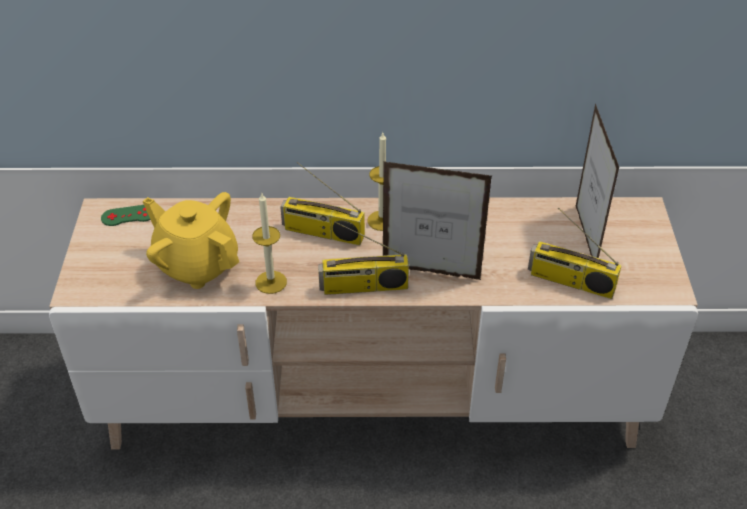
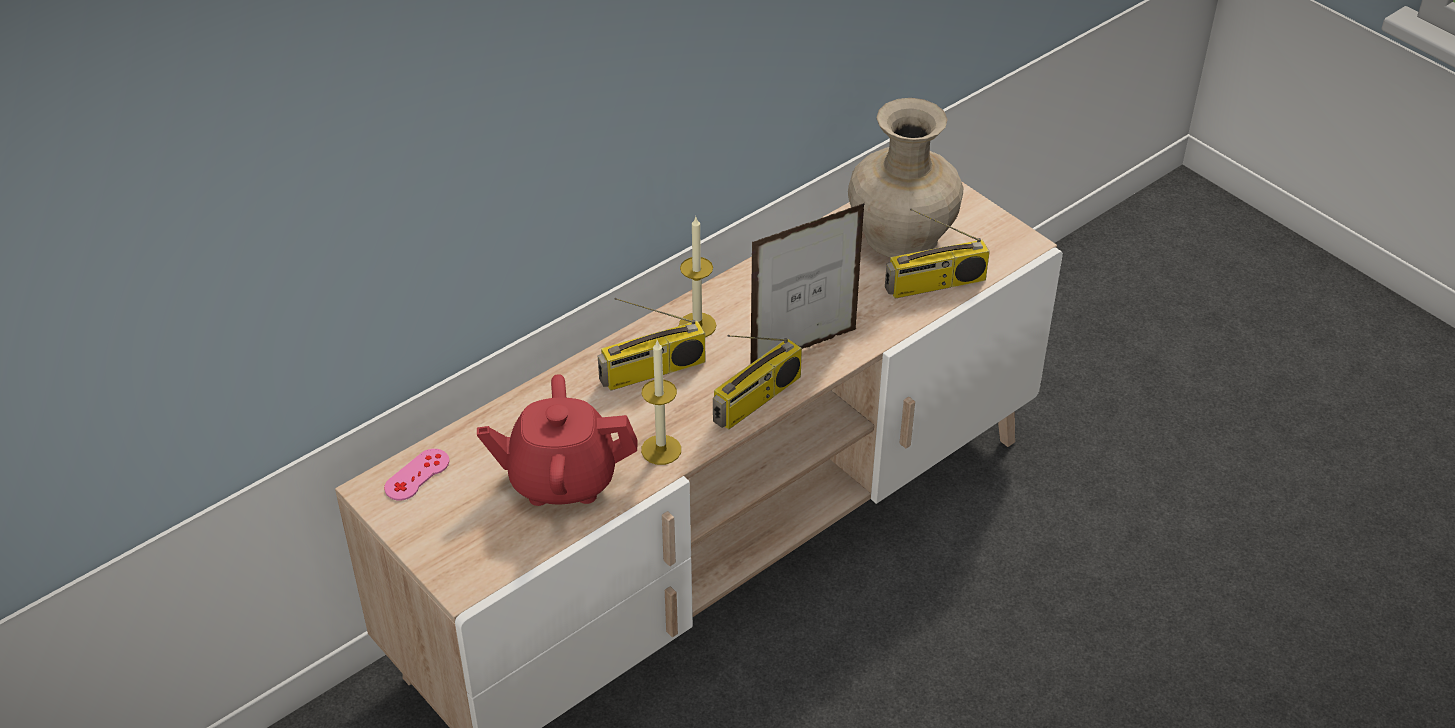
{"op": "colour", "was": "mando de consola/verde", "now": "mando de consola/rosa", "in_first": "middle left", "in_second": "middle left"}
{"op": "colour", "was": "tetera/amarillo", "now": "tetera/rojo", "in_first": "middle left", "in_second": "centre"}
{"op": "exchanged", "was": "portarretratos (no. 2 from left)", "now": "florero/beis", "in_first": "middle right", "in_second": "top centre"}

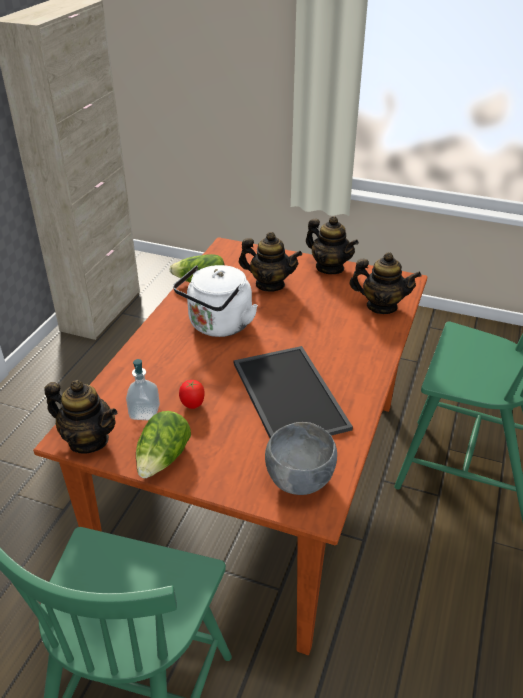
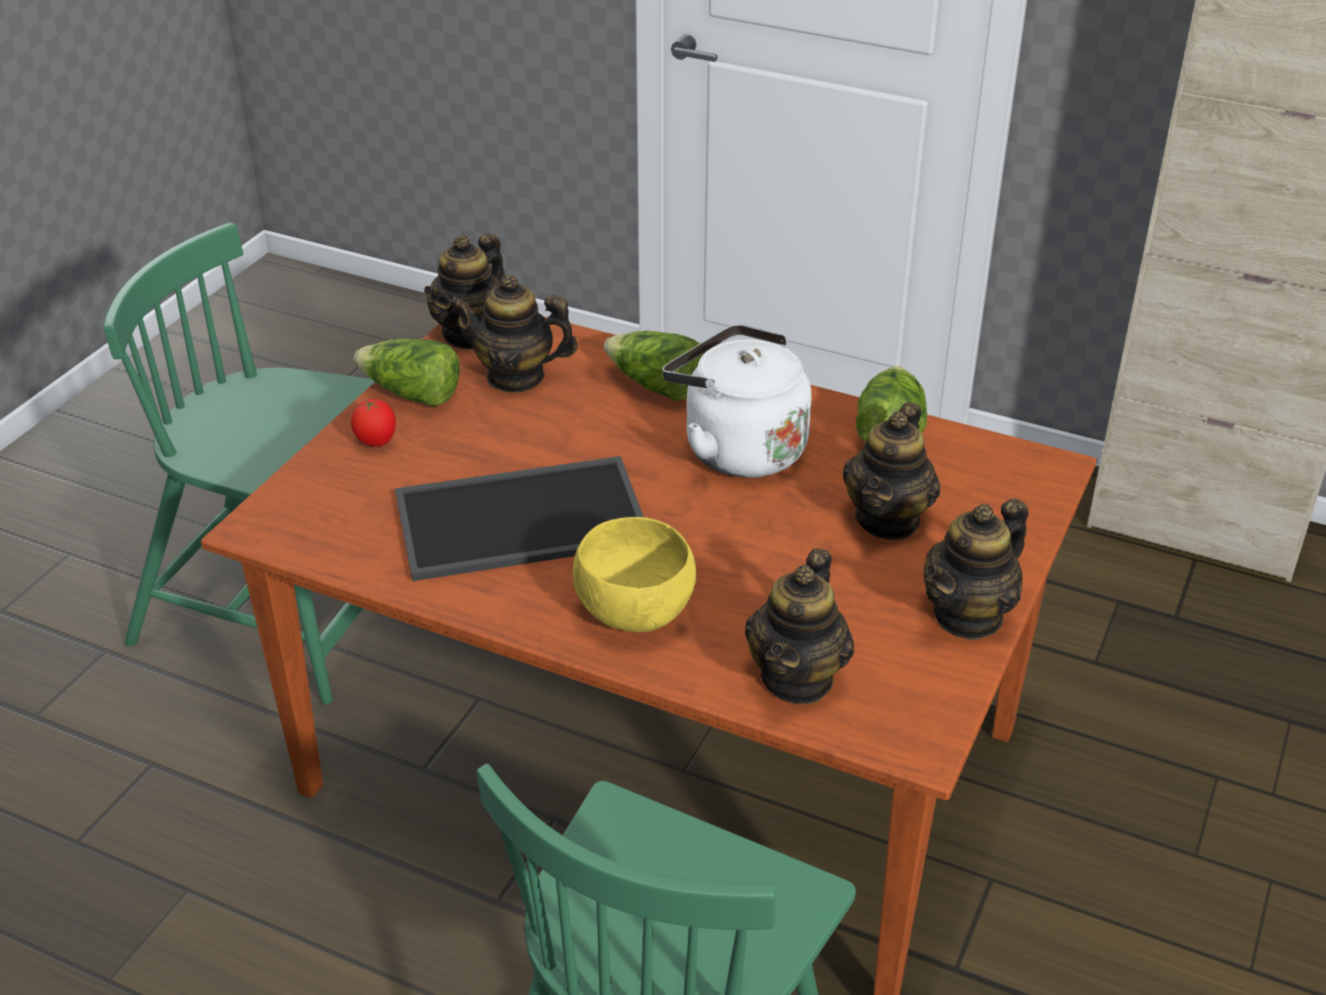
{"op": "relocated", "was": "tomate", "in_first": "centre", "in_second": "middle left"}
{"op": "exchanged", "was": "dispensador de jabón", "now": "tetera (no. 2 from left)", "in_first": "middle left", "in_second": "centre"}
{"op": "appeared", "now": "cuenco/amarillo", "in_second": "centre"}
{"op": "appeared", "now": "lechuga (no. 2 from left)", "in_second": "centre"}
{"op": "missing", "was": "cuenco/gris", "in_first": "centre"}

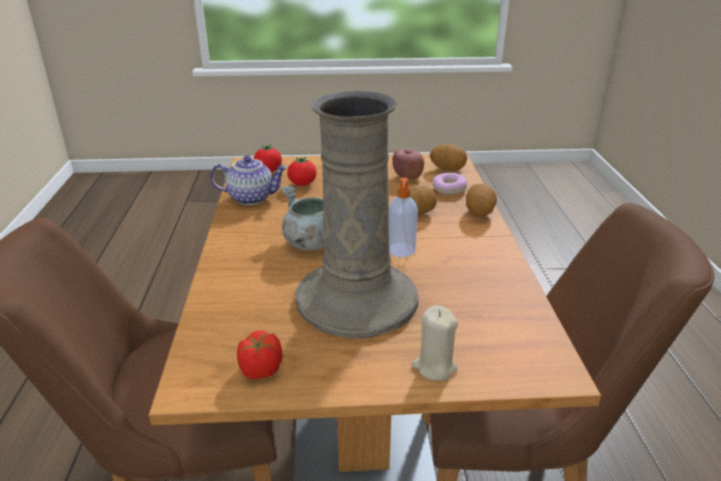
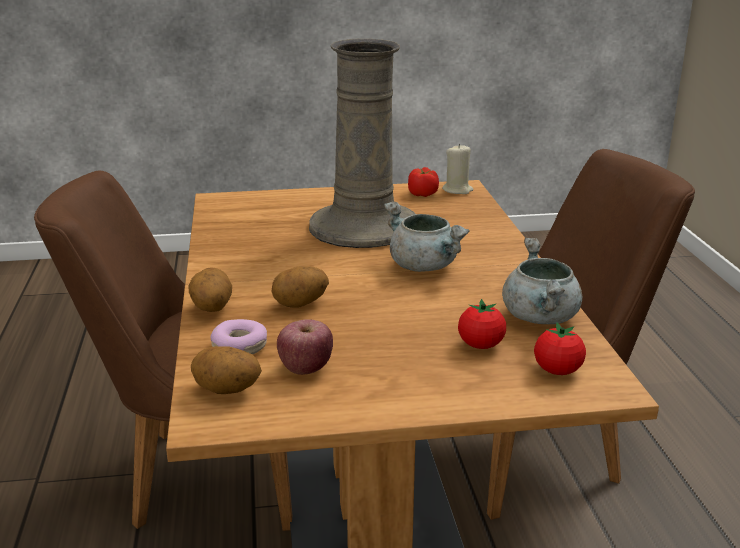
{"op": "relocated", "was": "vela/beis", "in_first": "bottom centre", "in_second": "top centre"}
{"op": "exchanged", "was": "tetera", "now": "olla/gris (no. 2 from left)", "in_first": "centre", "in_second": "middle right"}
{"op": "missing", "was": "dispensador de jabón", "in_first": "centre"}

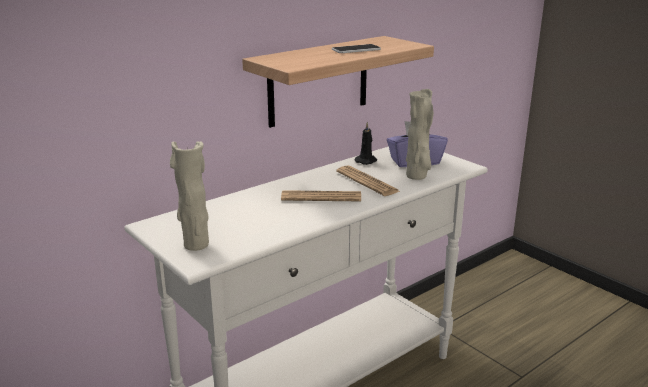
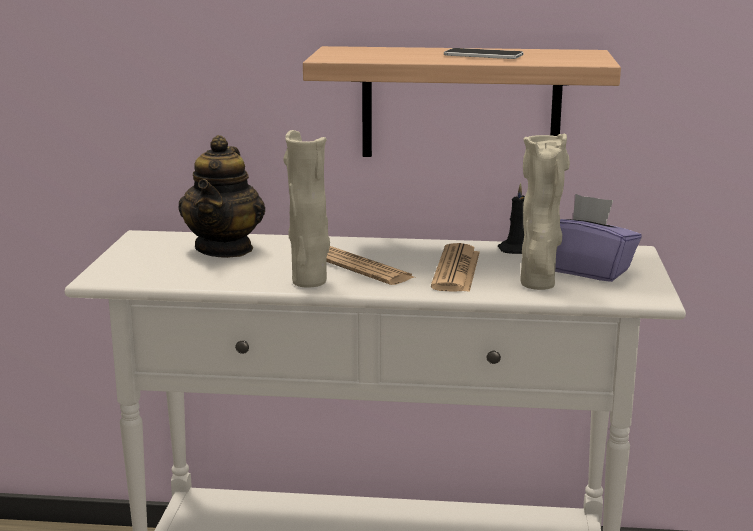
{"op": "appeared", "now": "tetera", "in_second": "middle left"}
{"op": "relocated", "was": "florero/beis (no. 1 from left)", "in_first": "middle left", "in_second": "centre"}

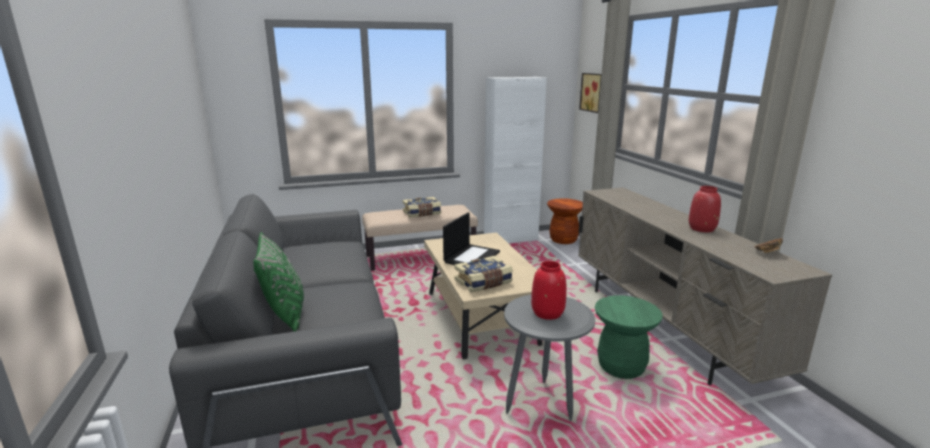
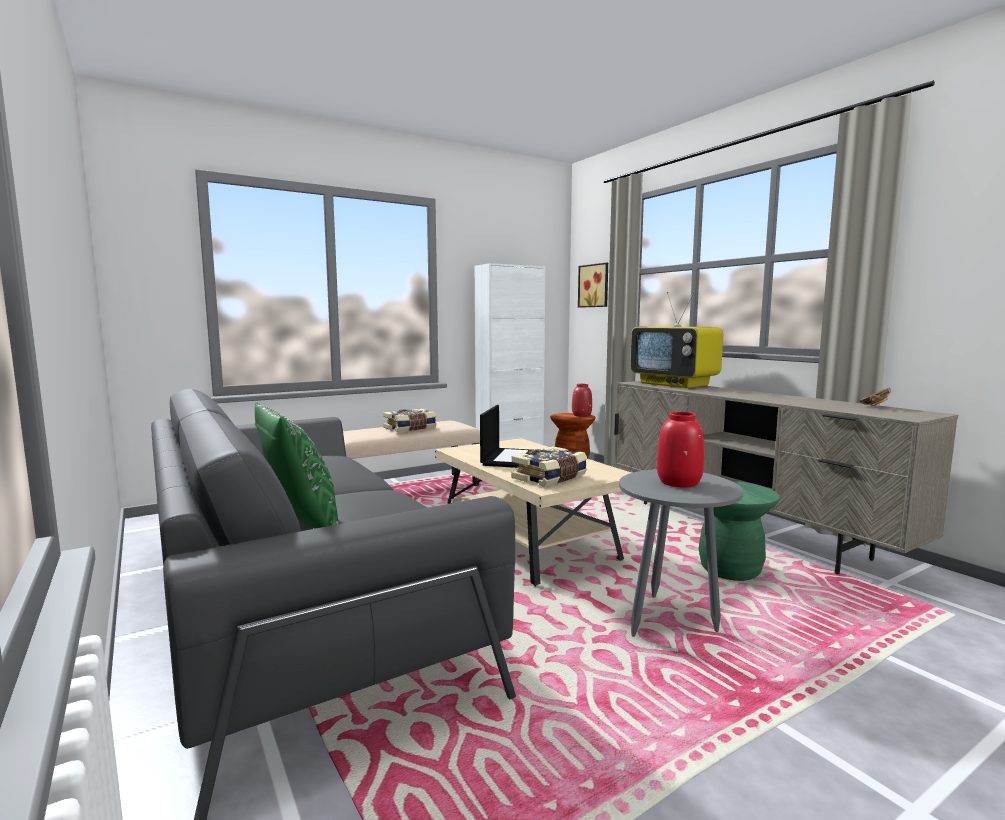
{"op": "relocated", "was": "florero/rojo (no. 2 from left in the first image)", "now": "florero/rojo (no. 1 from left)", "in_first": "middle right", "in_second": "centre"}
{"op": "appeared", "now": "televisor", "in_second": "middle right"}

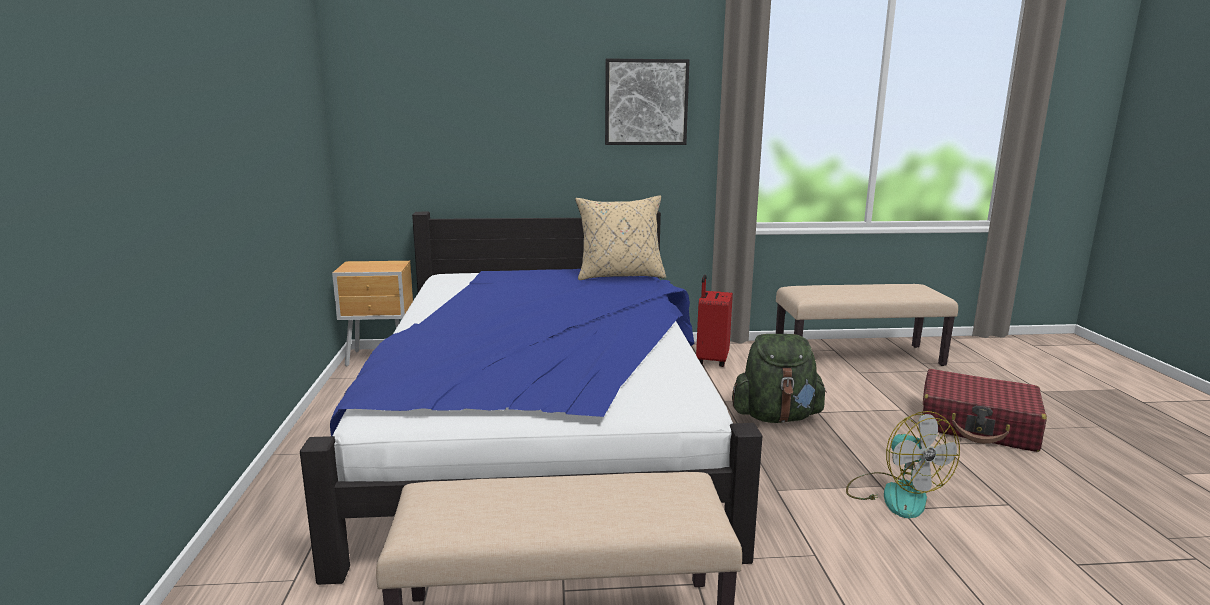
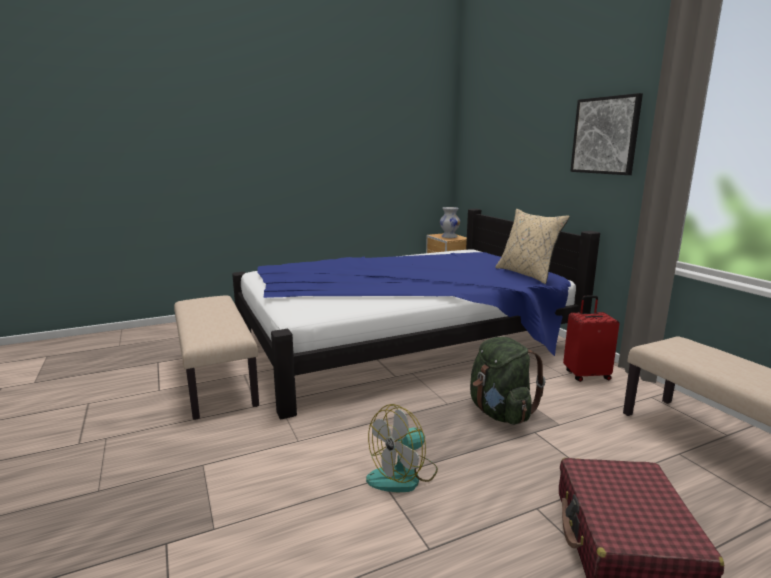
{"op": "appeared", "now": "florero/blanco", "in_second": "centre"}

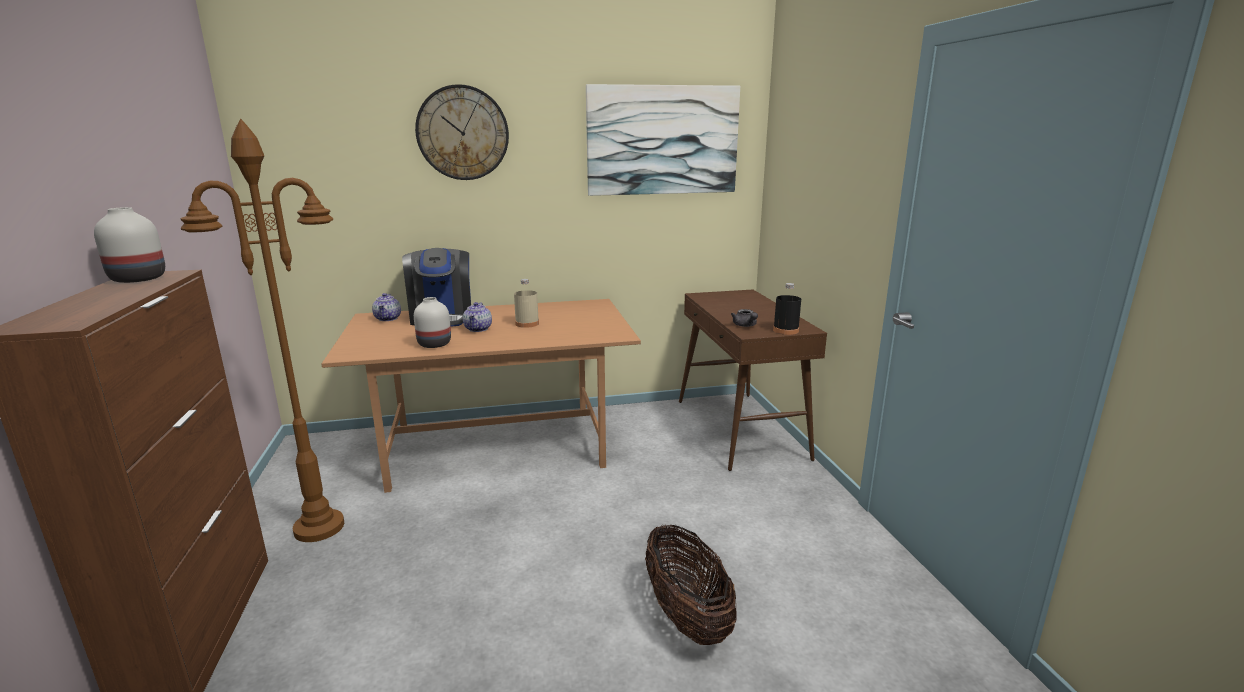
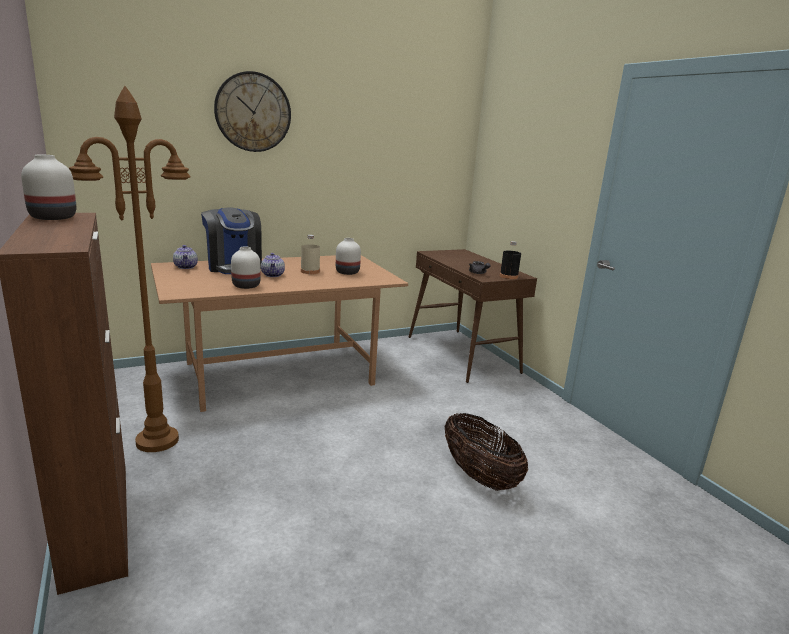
{"op": "appeared", "now": "florero/blanco (no. 3 from left)", "in_second": "centre"}
{"op": "missing", "was": "cuadro", "in_first": "top centre"}

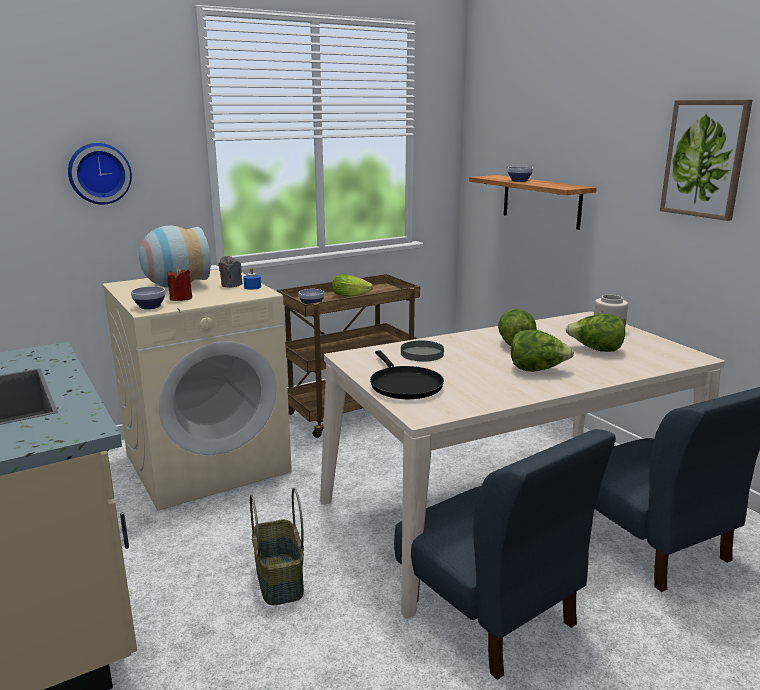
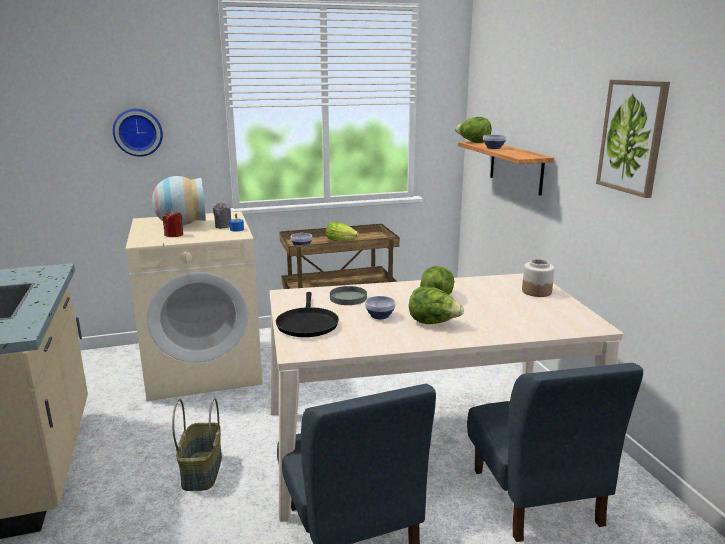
{"op": "relocated", "was": "cuenco (no. 1 from left in the first image)", "now": "cuenco (no. 2 from left)", "in_first": "middle left", "in_second": "centre"}
{"op": "relocated", "was": "lechuga (no. 4 from left)", "in_first": "middle right", "in_second": "top centre"}

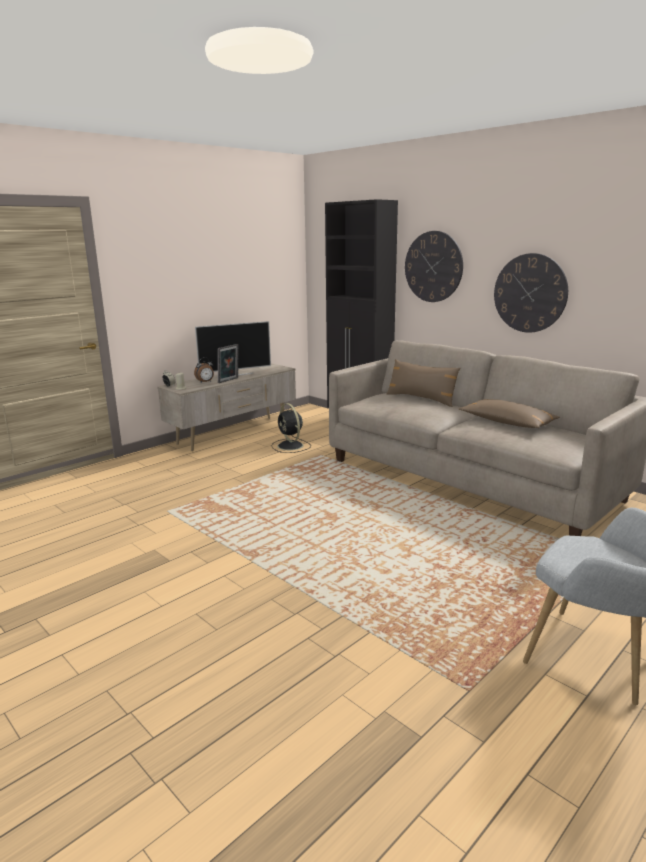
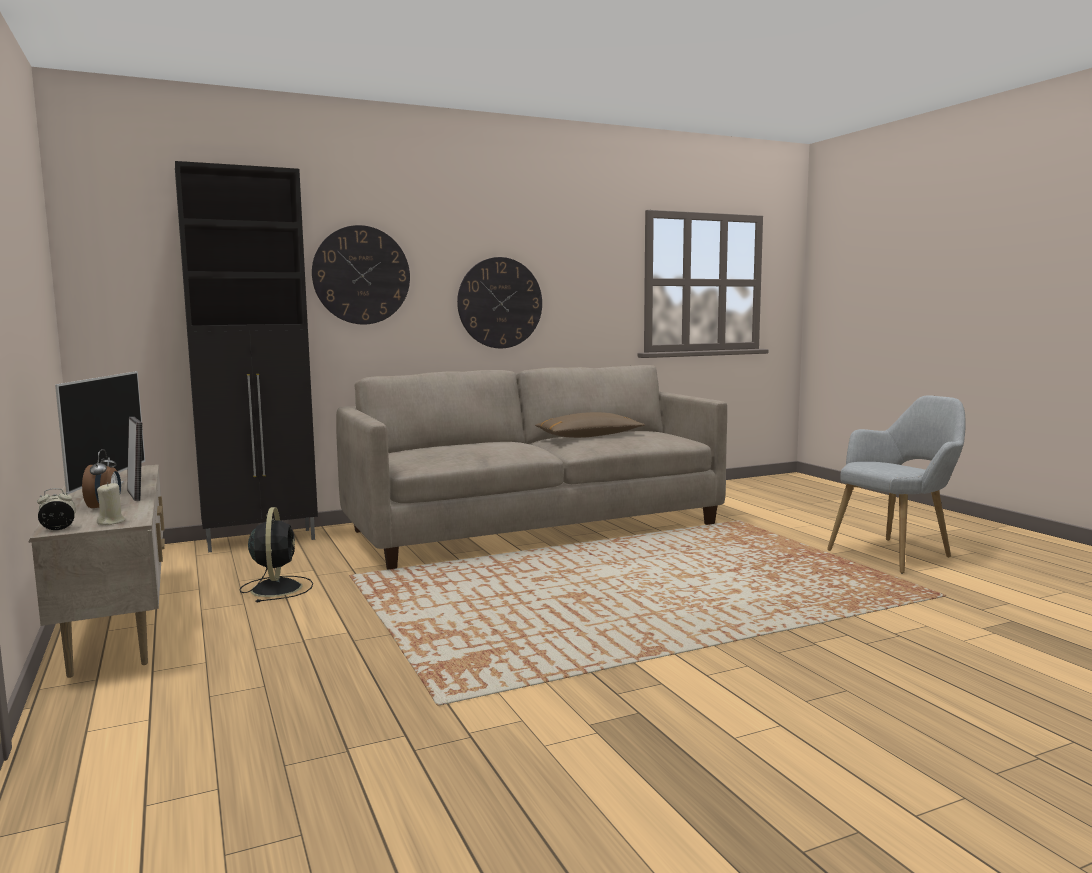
{"op": "spun", "was": "ventilador/negro", "in_first": "centre", "in_second": "middle left", "clockwise": -90}
{"op": "missing", "was": "cojín/marrón (no. 1 from left)", "in_first": "centre"}

